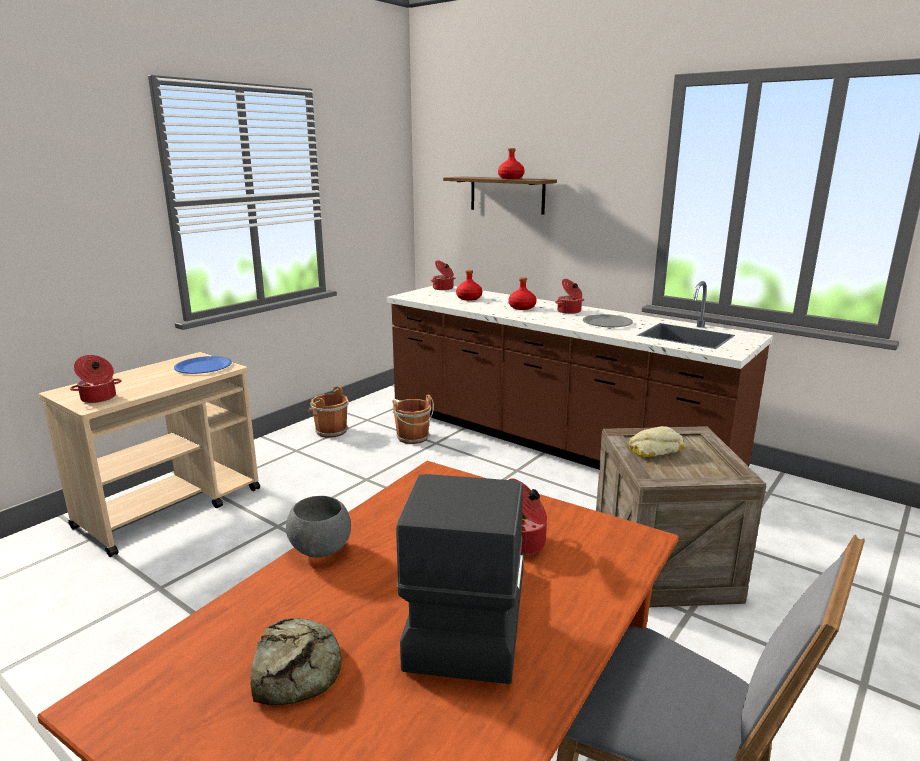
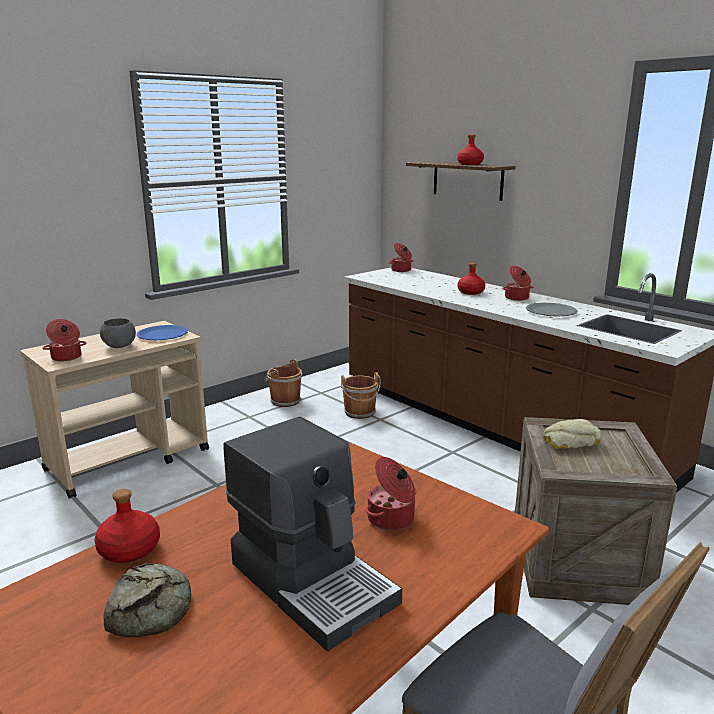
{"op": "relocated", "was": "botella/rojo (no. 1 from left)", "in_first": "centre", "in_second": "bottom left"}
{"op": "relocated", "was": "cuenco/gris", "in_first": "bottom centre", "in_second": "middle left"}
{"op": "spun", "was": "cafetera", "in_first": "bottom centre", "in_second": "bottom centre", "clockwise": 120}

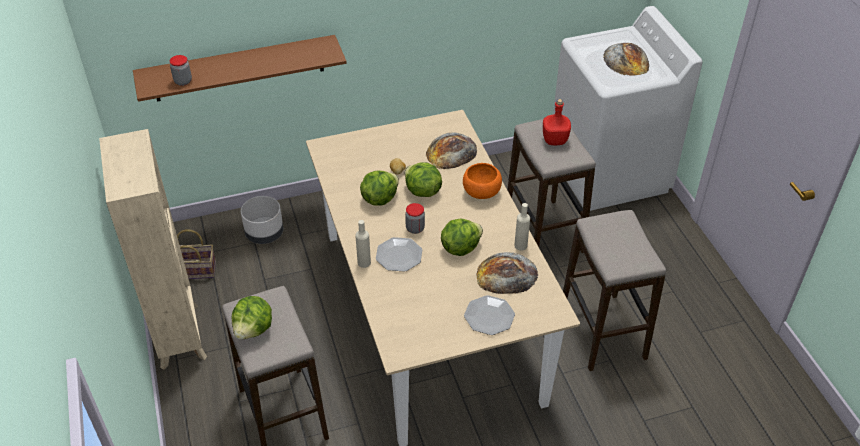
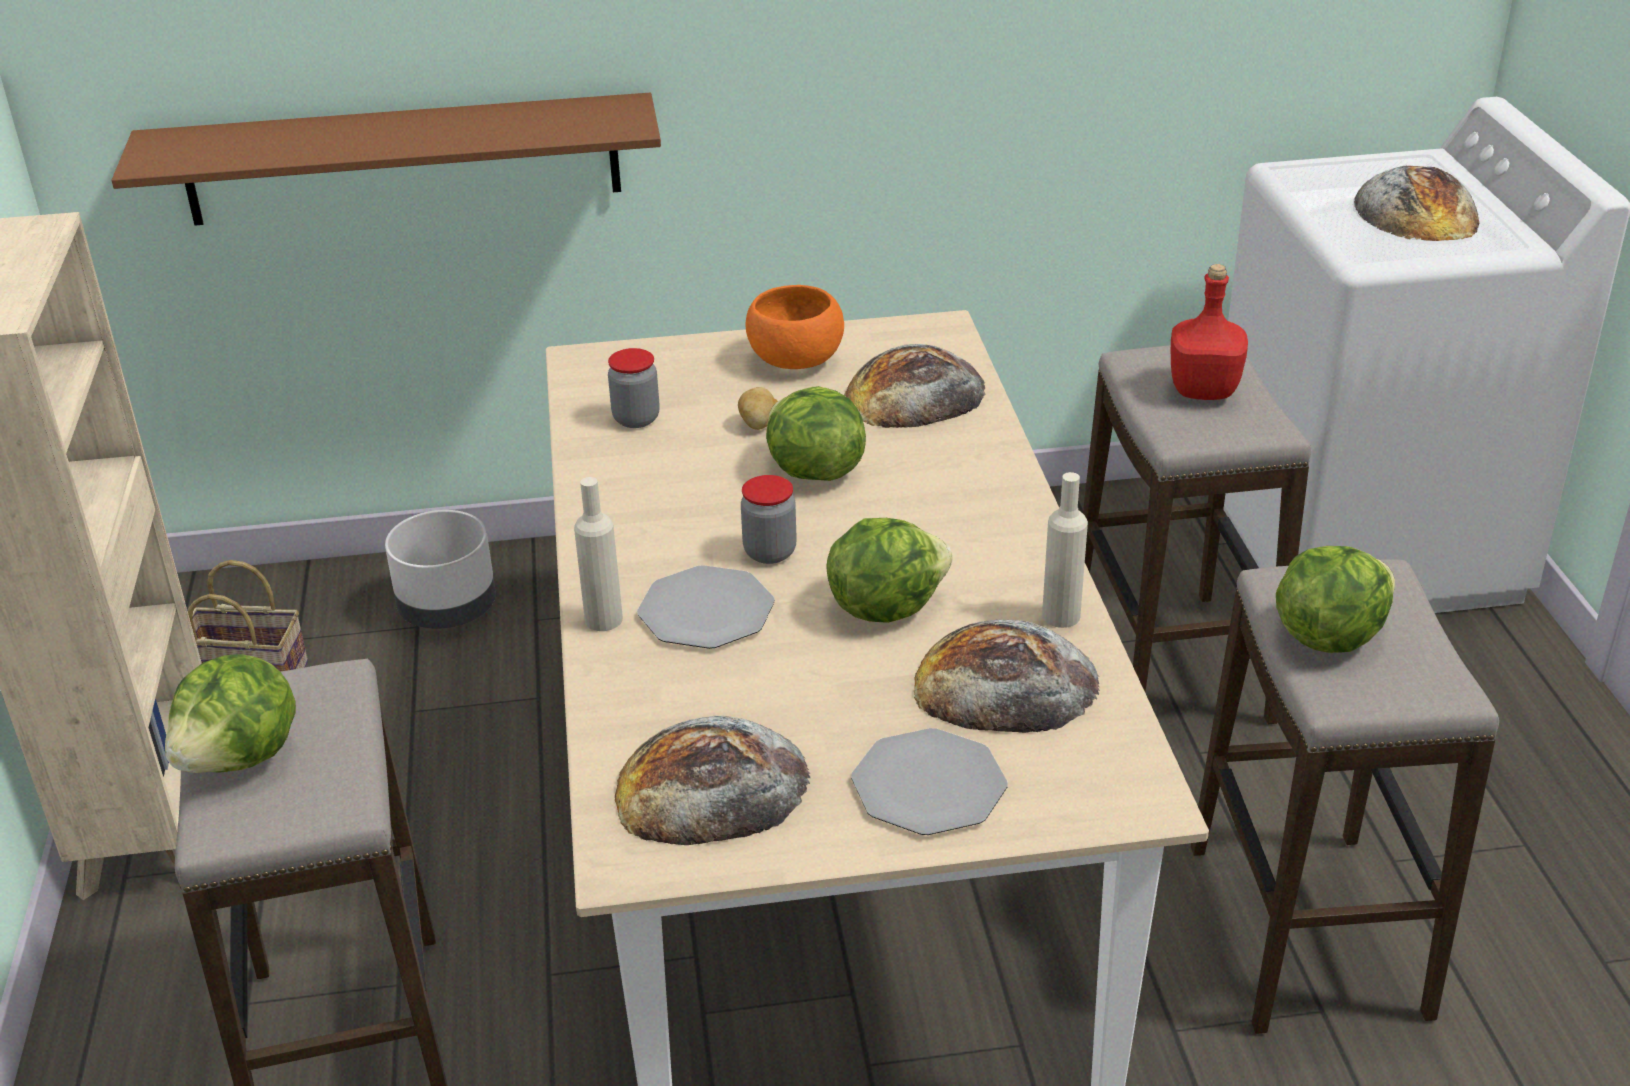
{"op": "relocated", "was": "tarro (no. 1 from left)", "in_first": "top left", "in_second": "centre"}
{"op": "appeared", "now": "pan (no. 1 from left)", "in_second": "bottom centre"}
{"op": "relocated", "was": "cuenco/naranja", "in_first": "centre", "in_second": "top centre"}
{"op": "relocated", "was": "lechuga (no. 2 from left in the first image)", "now": "lechuga (no. 4 from left)", "in_first": "centre", "in_second": "middle right"}

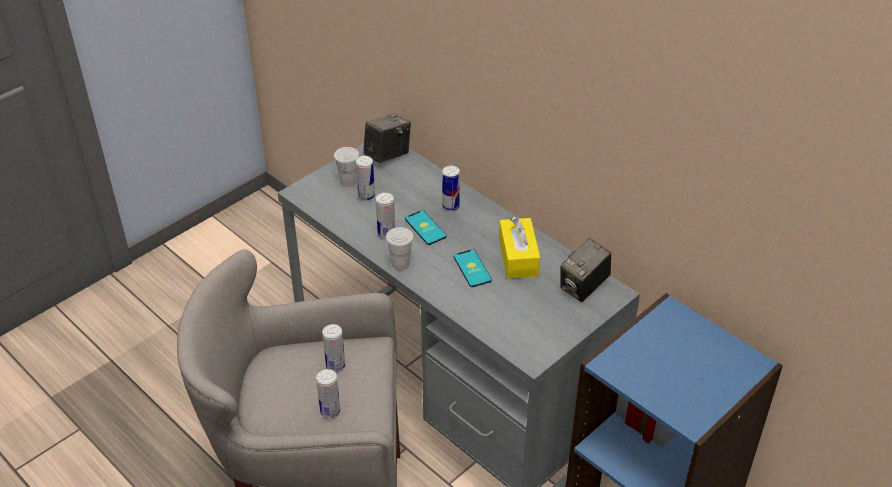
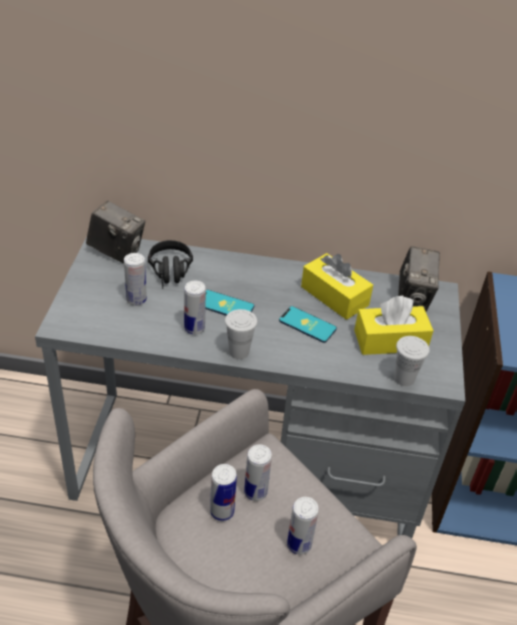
{"op": "spun", "was": "cámara (no. 1 from left)", "in_first": "top centre", "in_second": "middle left", "clockwise": 105}
{"op": "appeared", "now": "auriculares/negro", "in_second": "middle left"}
{"op": "relocated", "was": "lata (no. 5 from left in the first image)", "now": "lata (no. 3 from left)", "in_first": "centre", "in_second": "bottom centre"}
{"op": "appeared", "now": "caja de pañuelos/amarillo (no. 2 from left)", "in_second": "middle right"}
{"op": "relocated", "was": "taza/blanco (no. 1 from left in the first image)", "now": "taza/blanco (no. 2 from left)", "in_first": "centre", "in_second": "middle right"}

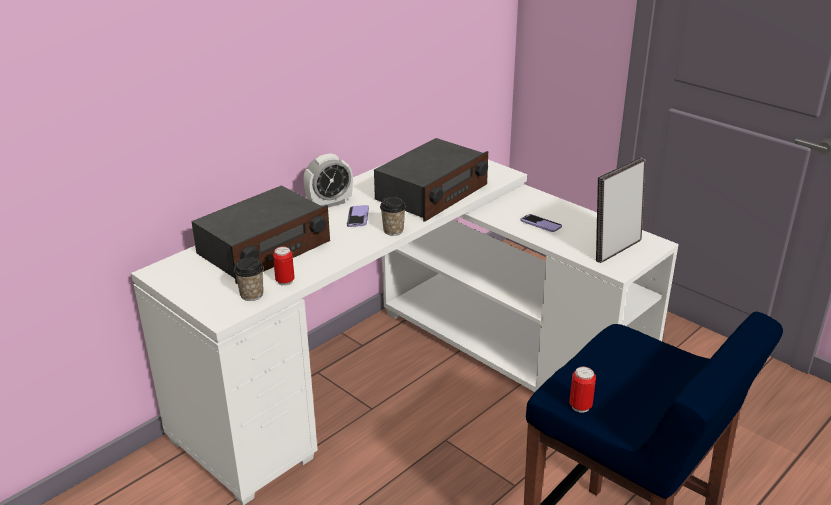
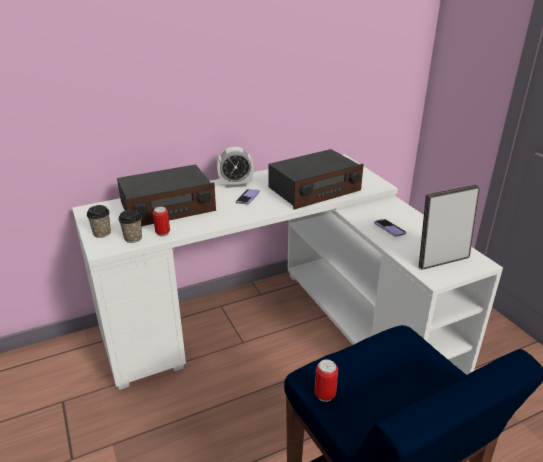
{"op": "relocated", "was": "taza (no. 2 from left in the first image)", "now": "taza (no. 1 from left)", "in_first": "centre", "in_second": "middle left"}

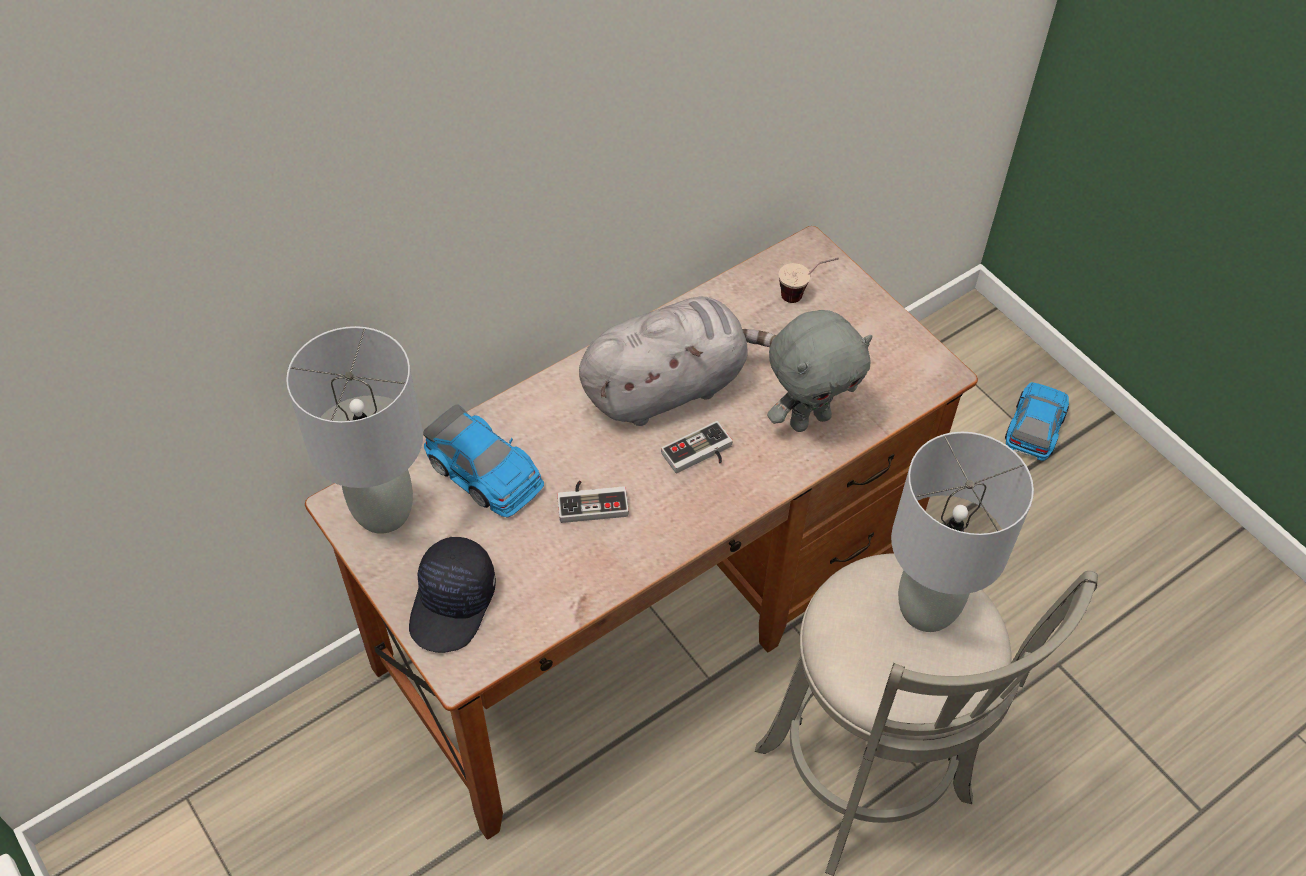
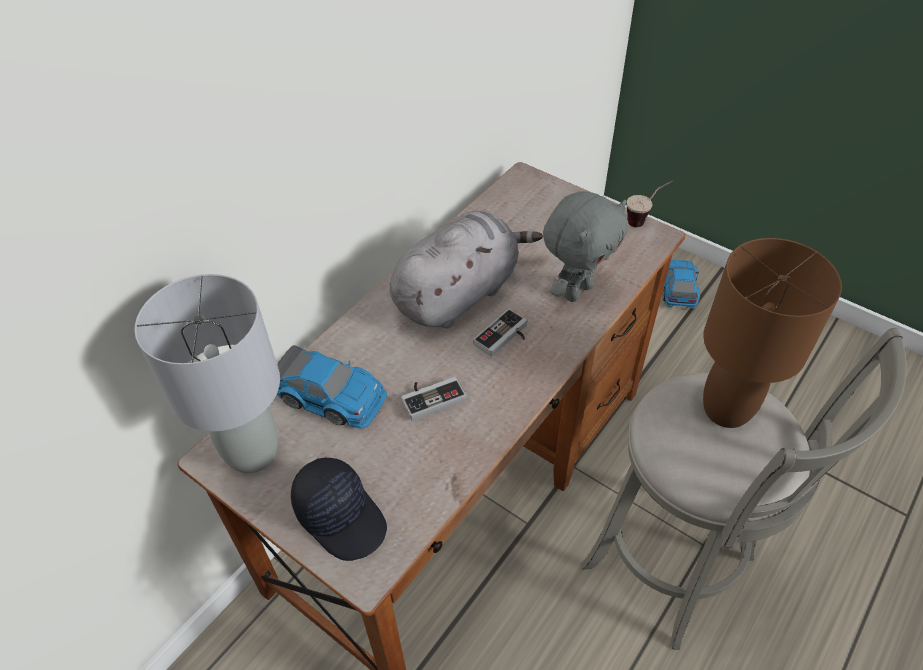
{"op": "spun", "was": "gorra/negro", "in_first": "bottom centre", "in_second": "bottom centre", "clockwise": -45}
{"op": "relocated", "was": "taza", "in_first": "top centre", "in_second": "top right"}
{"op": "colour", "was": "lámpara de mesa/gris (no. 2 from left)", "now": "lámpara de mesa/marrón", "in_first": "middle right", "in_second": "middle right"}

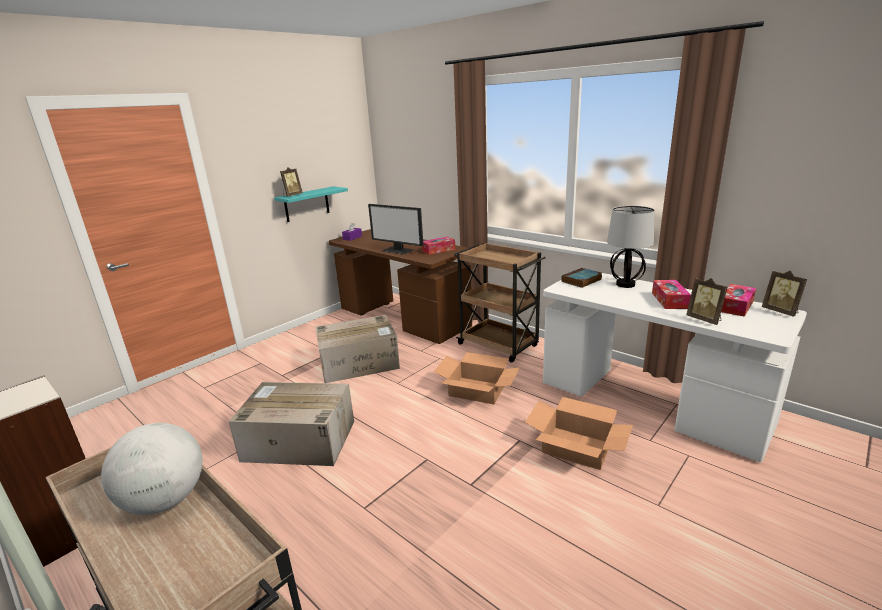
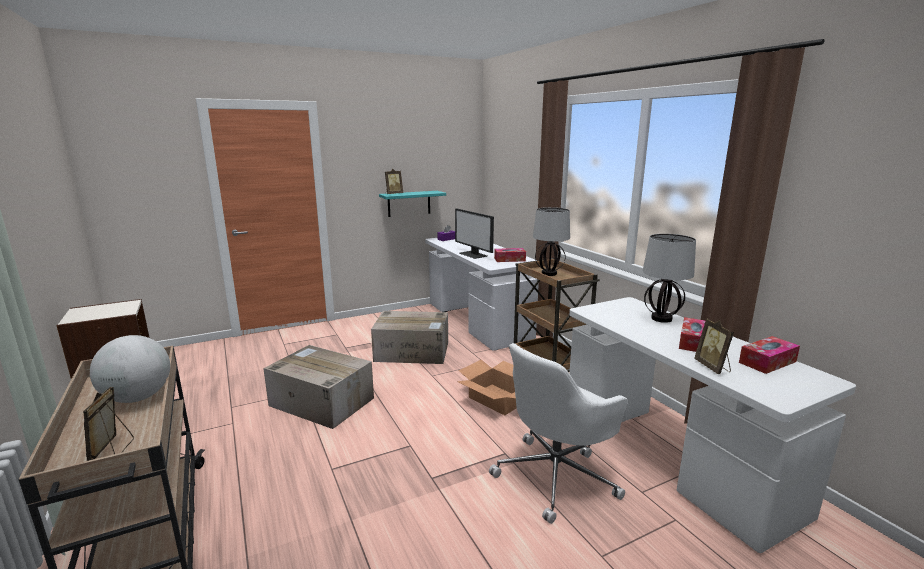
{"op": "relocated", "was": "portarretratos (no. 3 from left in the first image)", "now": "portarretratos (no. 1 from left)", "in_first": "middle right", "in_second": "bottom left"}
{"op": "colour", "was": "escritorio/marrón", "now": "escritorio/blanco (no. 1 from left)", "in_first": "centre", "in_second": "centre"}
{"op": "exchanged", "was": "caja de cartón (no. 4 from left)", "now": "silla de oficina/blanco", "in_first": "bottom centre", "in_second": "bottom centre"}
{"op": "appeared", "now": "lámpara de mesa (no. 1 from left)", "in_second": "centre"}
{"op": "missing", "was": "libro", "in_first": "centre"}

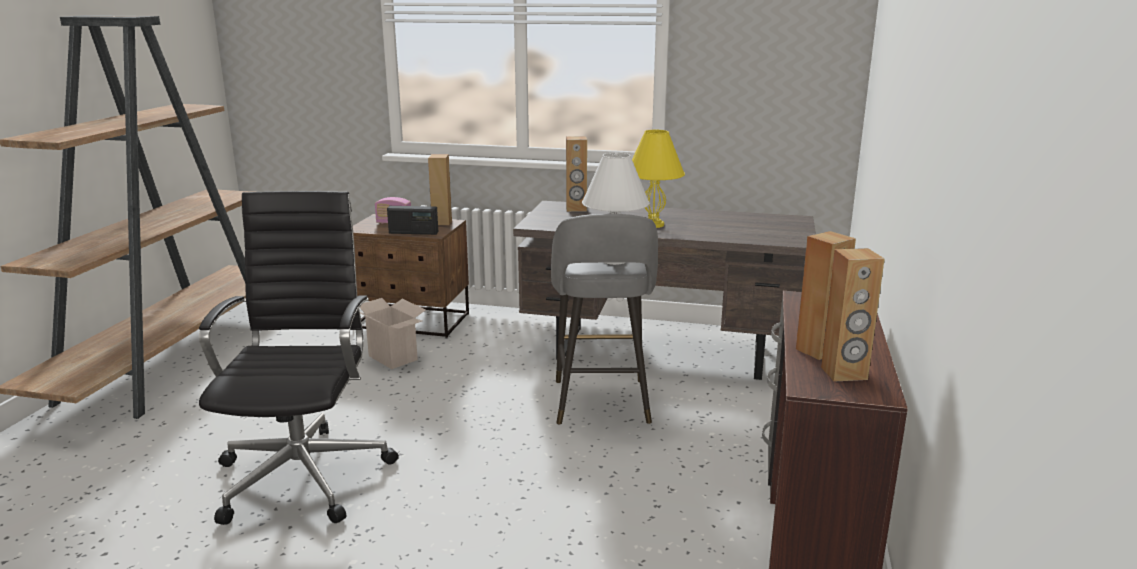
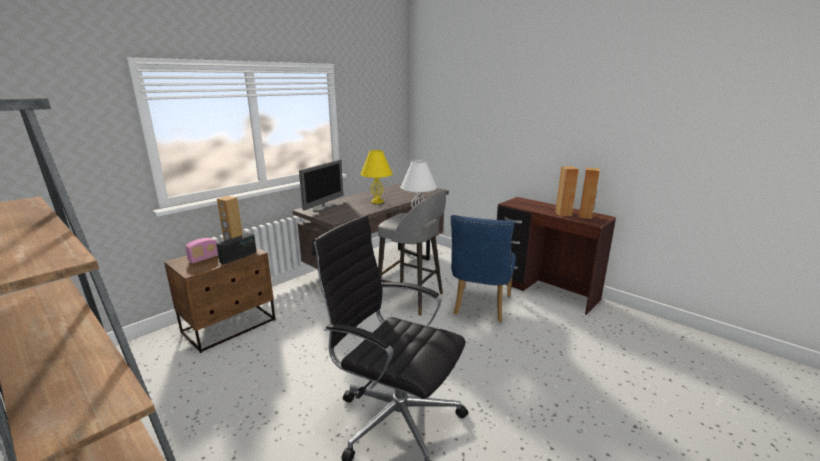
{"op": "exchanged", "was": "altavoz/marrón (no. 2 from left)", "now": "monitor", "in_first": "top centre", "in_second": "centre"}
{"op": "appeared", "now": "silla/azul", "in_second": "centre"}
{"op": "missing", "was": "caja de cartón", "in_first": "centre"}

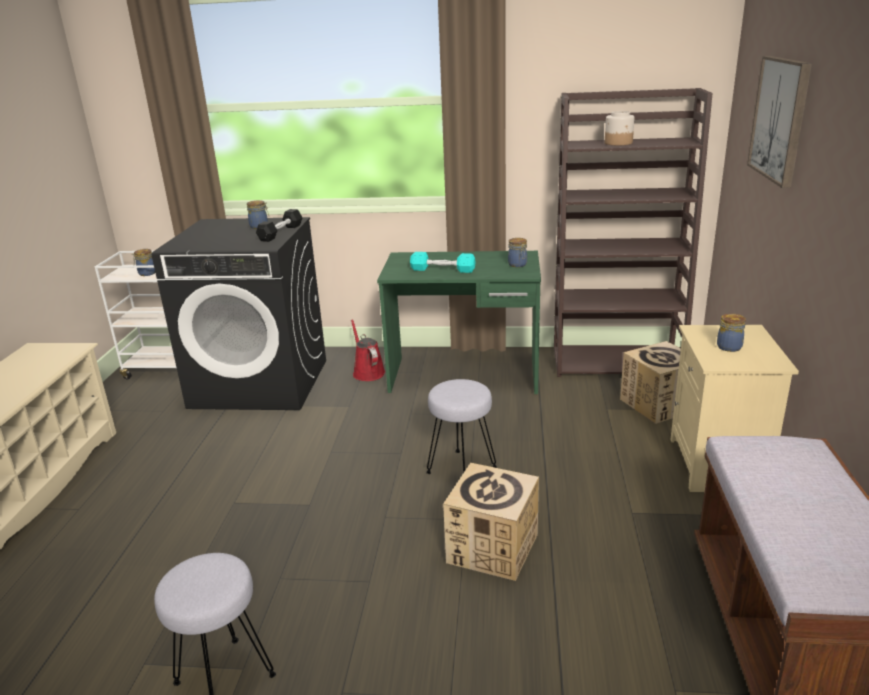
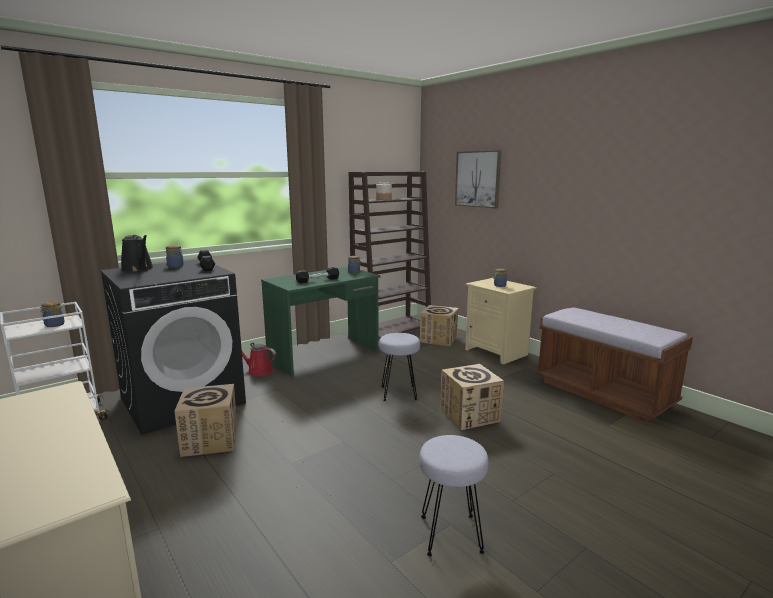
{"op": "appeared", "now": "regadera/negro", "in_second": "middle left"}
{"op": "appeared", "now": "caja de cartón (no. 1 from left)", "in_second": "bottom left"}
{"op": "colour", "was": "mancuerna/turquesa", "now": "mancuerna/negro (no. 2 from left)", "in_first": "centre", "in_second": "centre"}

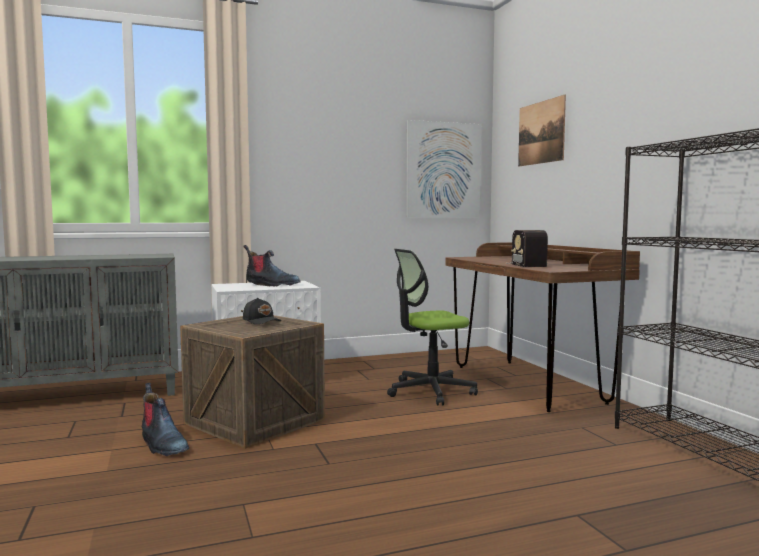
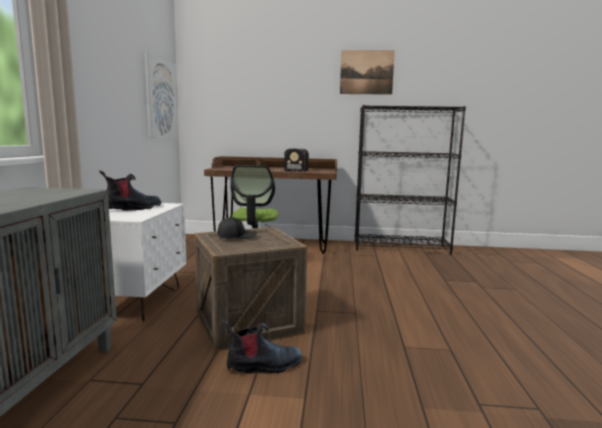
{"op": "relocated", "was": "cuadro (no. 2 from left)", "in_first": "top right", "in_second": "top centre"}

